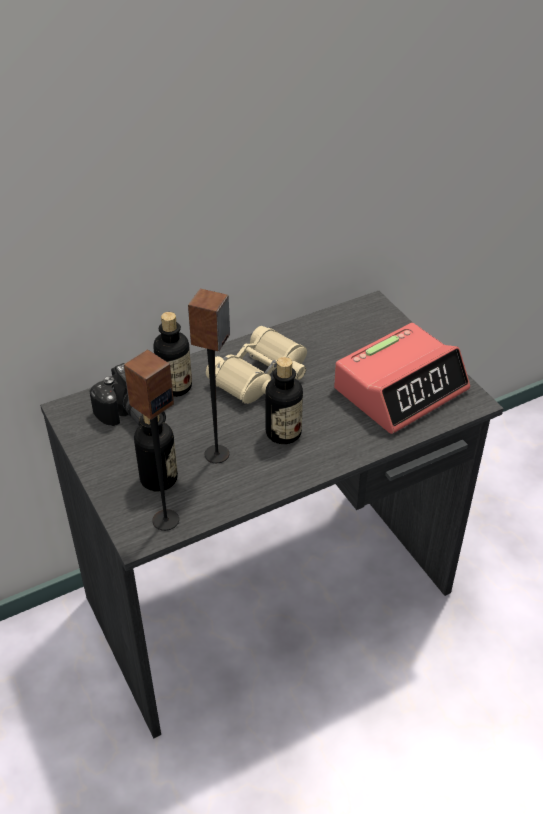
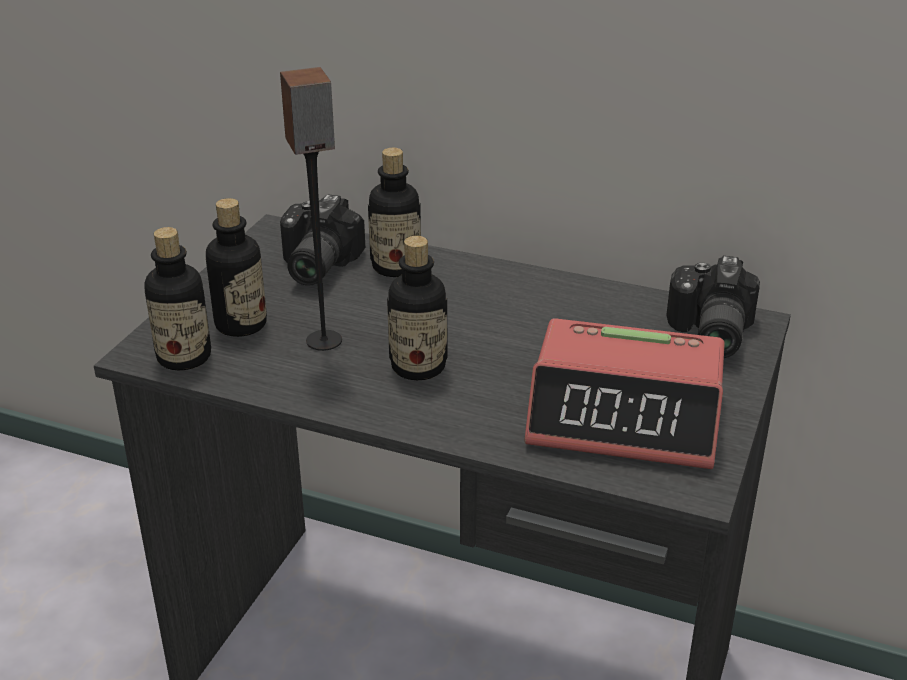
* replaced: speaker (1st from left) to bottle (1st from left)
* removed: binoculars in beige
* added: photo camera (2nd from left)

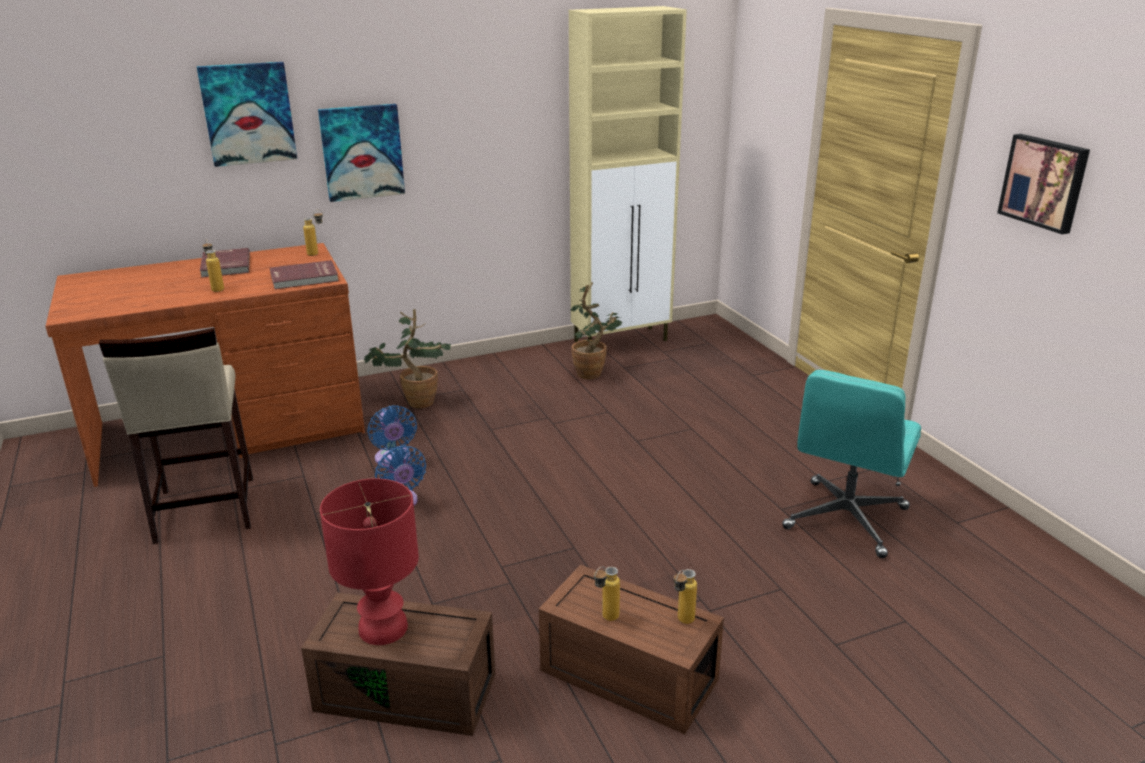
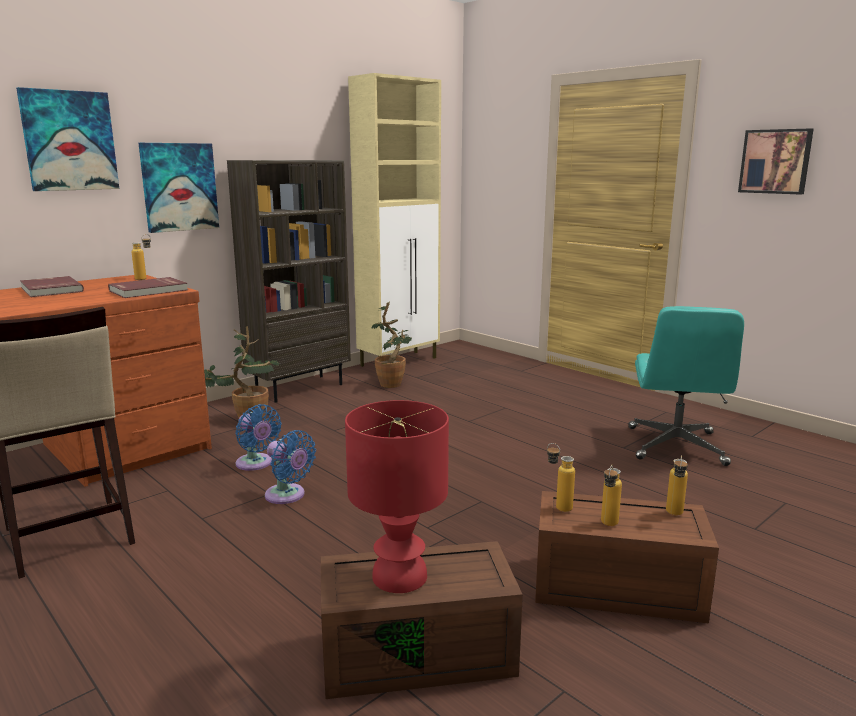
* moved: bottle (1st from left in the first image) to bottle (2nd from left)
* added: bookcase in brown

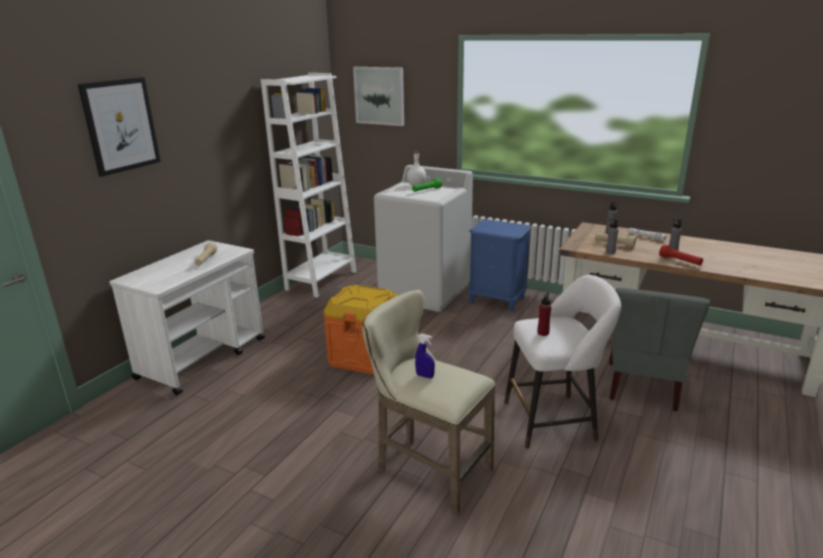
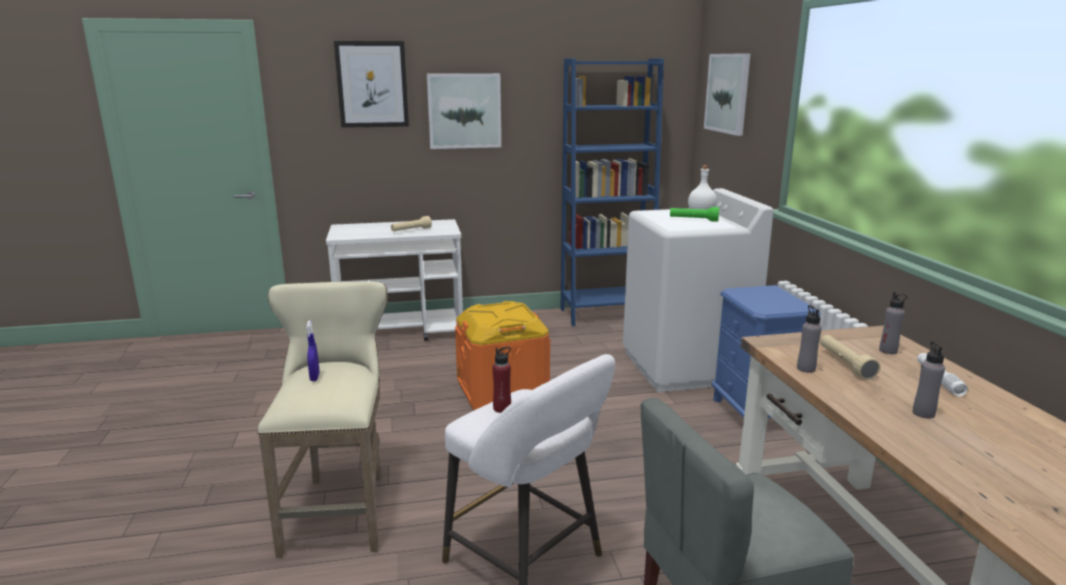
* recoloured: bookcase in white to bookcase in blue
* removed: flashlight in red
* added: picture (2nd from left)

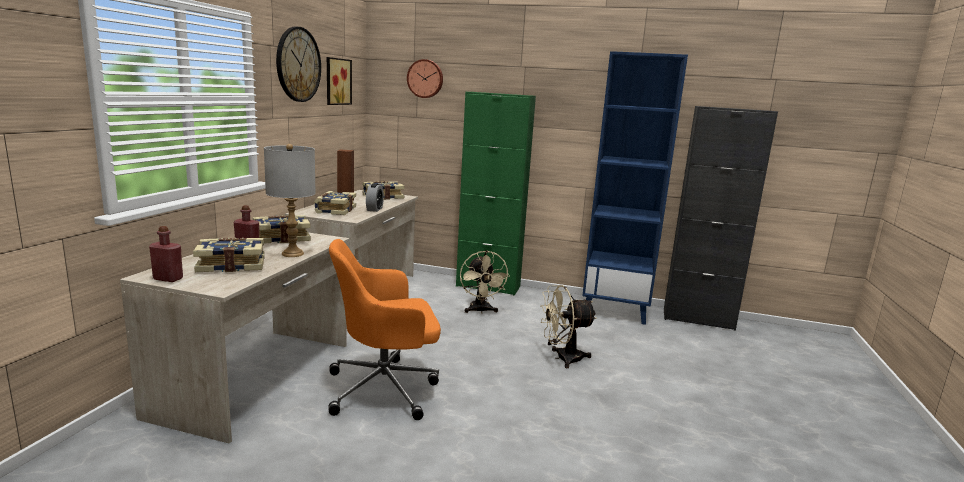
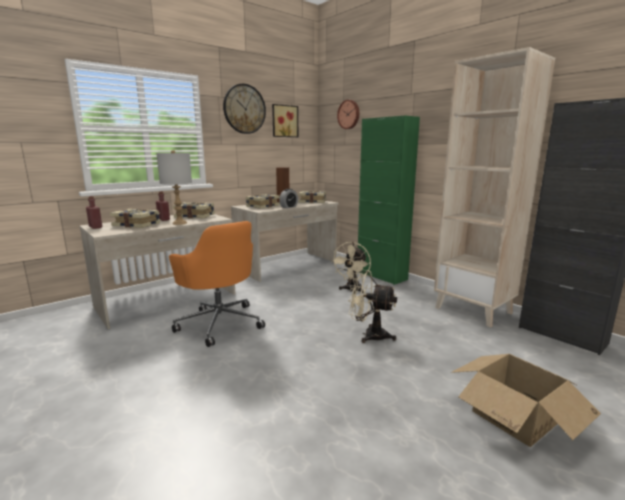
* turned: office chair in orange 150 degrees counterclockwise
* recoloured: bookcase in blue to bookcase in beige
* added: cardboard box

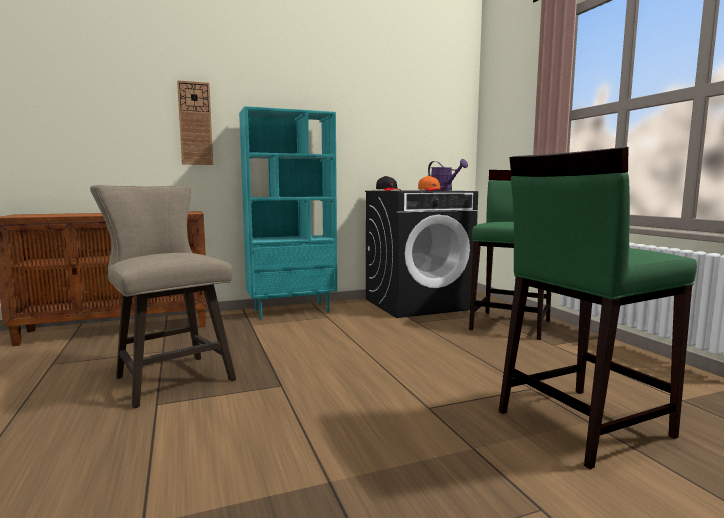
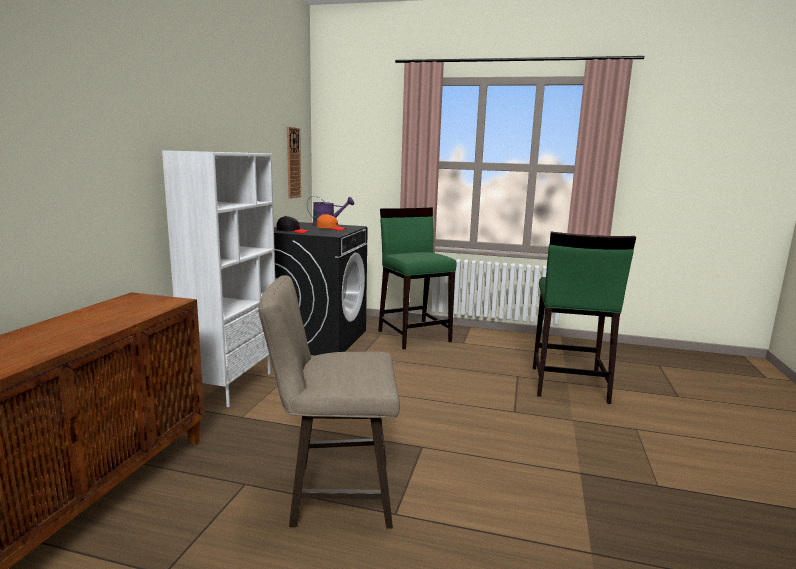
* moved: wall clock
* recoloured: bookcase in turquoise to bookcase in white

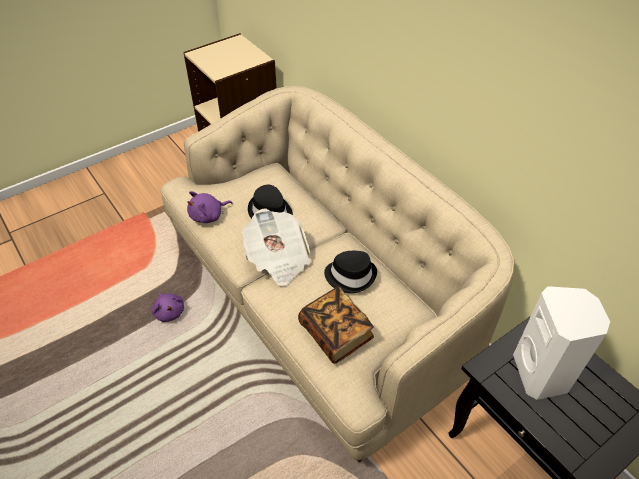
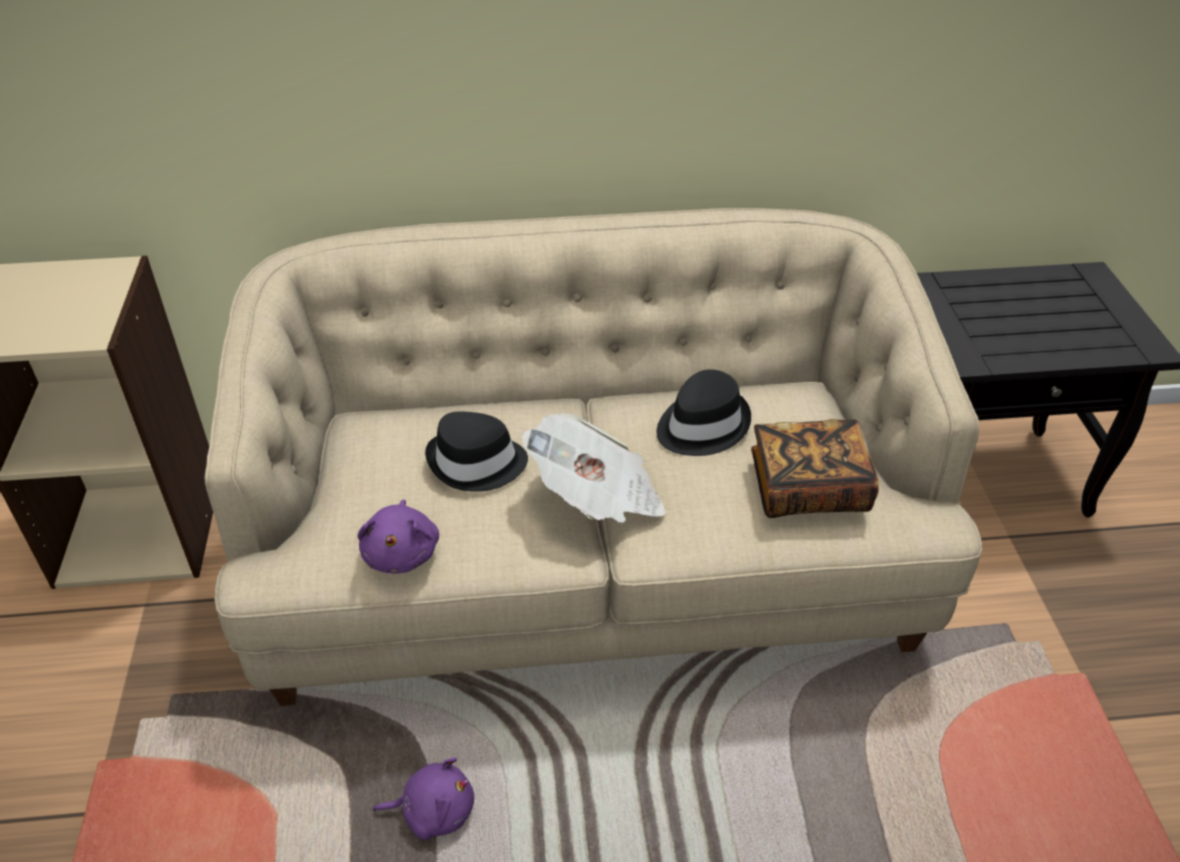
* removed: speaker in white

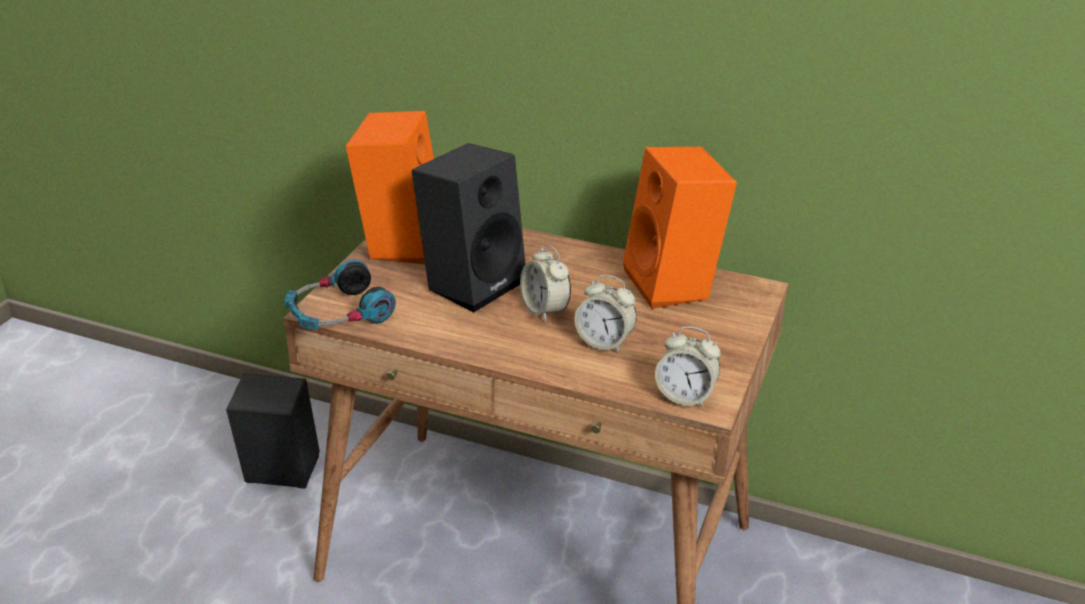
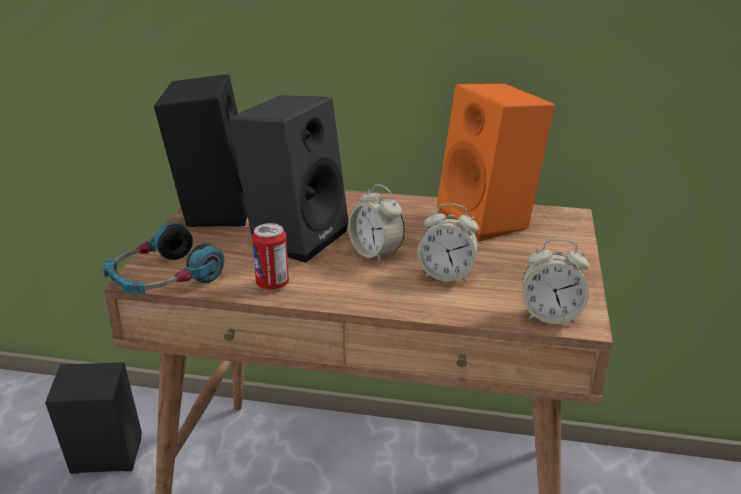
* recoloured: speaker in orange (1st from left) to speaker in black (2nd from left)
* added: can

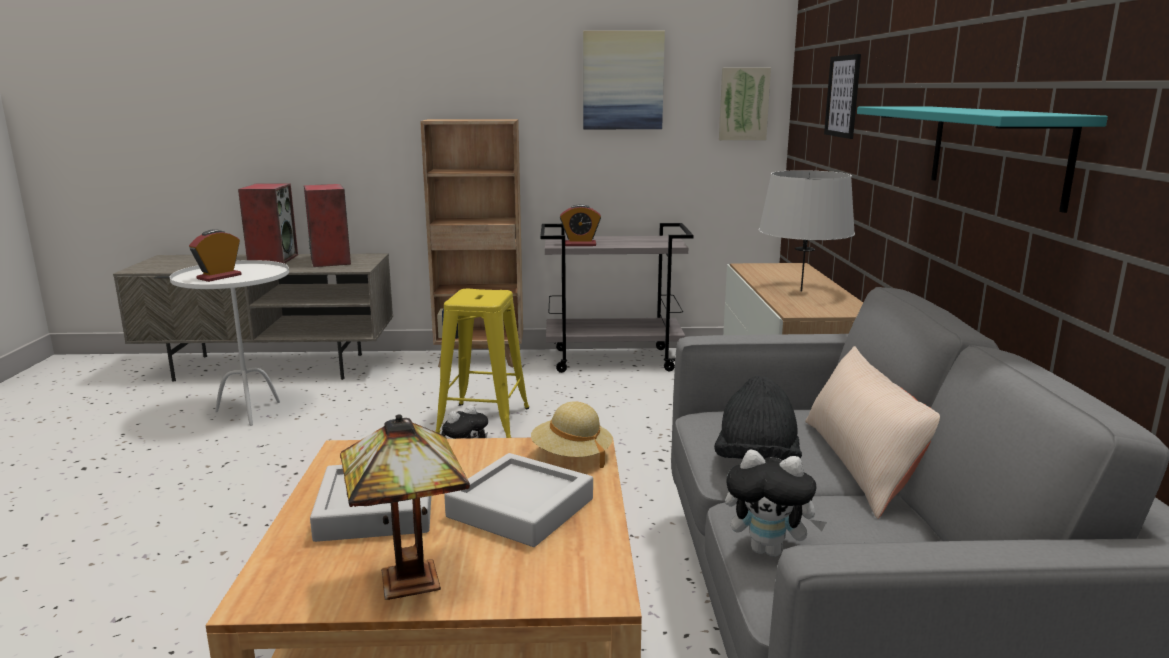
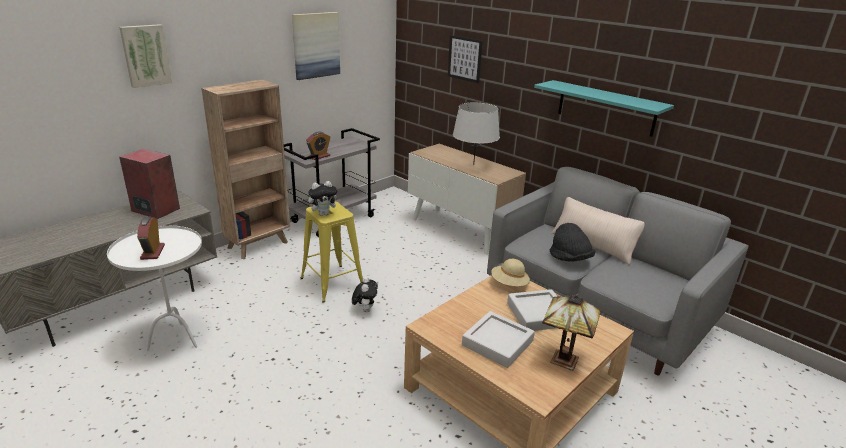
* removed: speaker (1st from left)
* moved: picture (2nd from left in the first image) to picture (1st from left)
* moved: plush toy (2nd from left in the first image) to plush toy (1st from left)

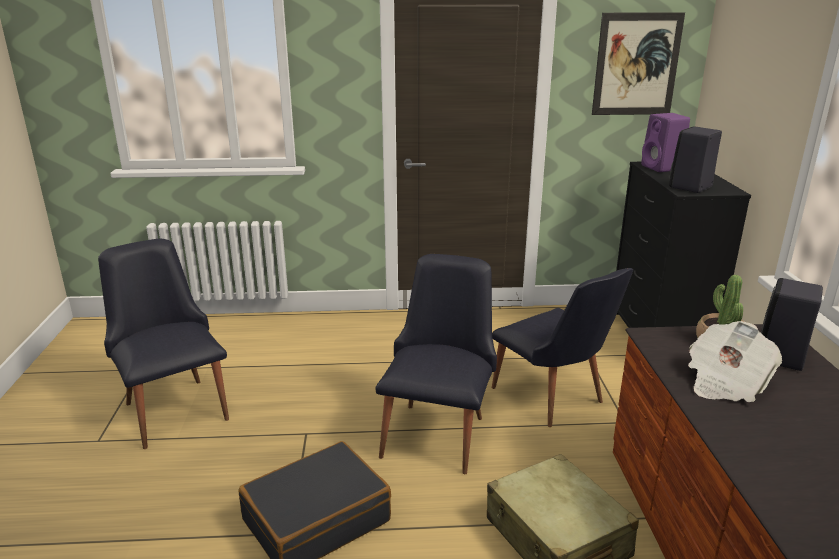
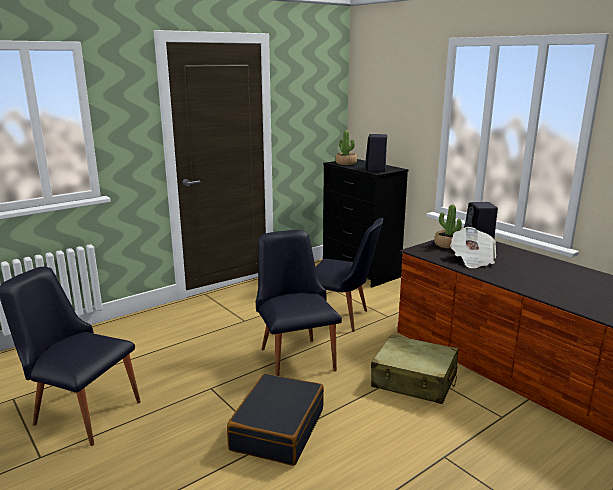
* removed: picture
* replaced: speaker in purple to potted plant (1st from left)

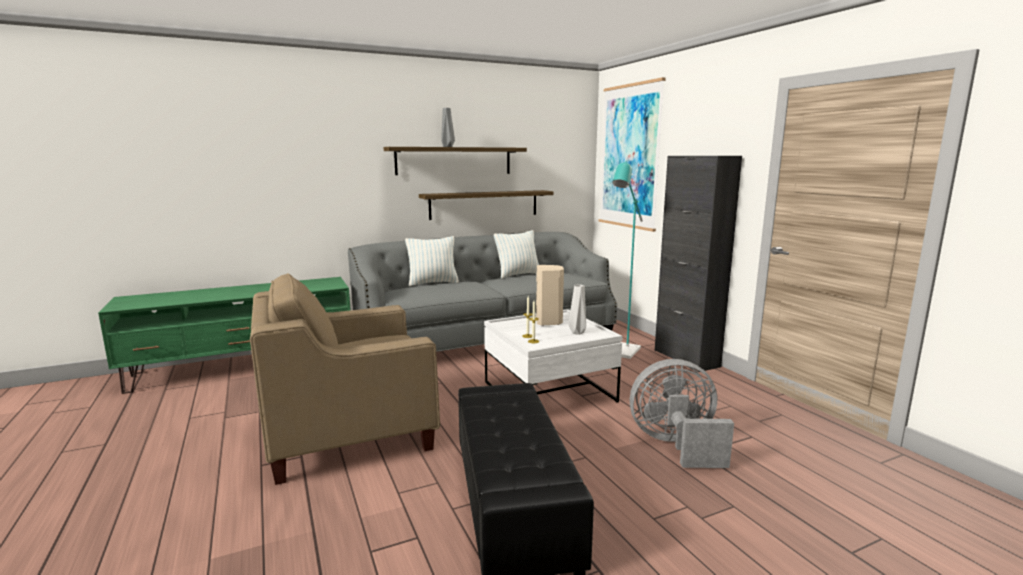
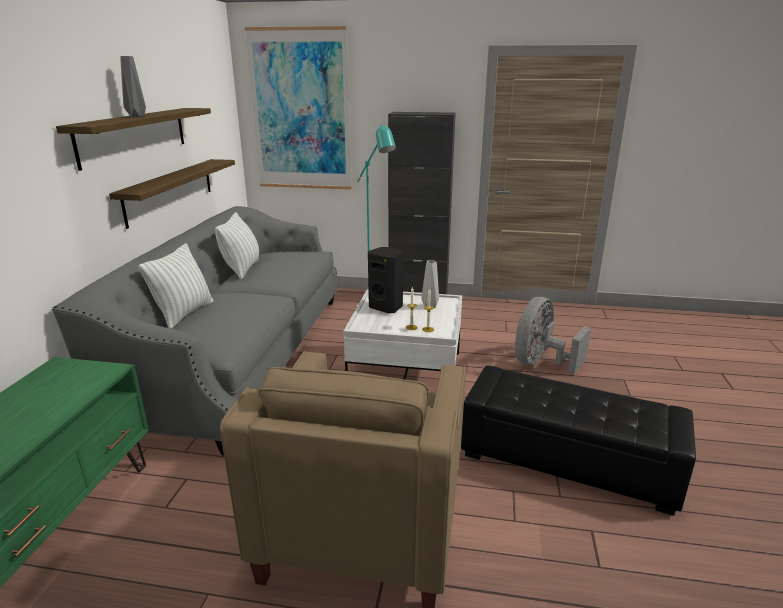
* recoloured: speaker in beige to speaker in black

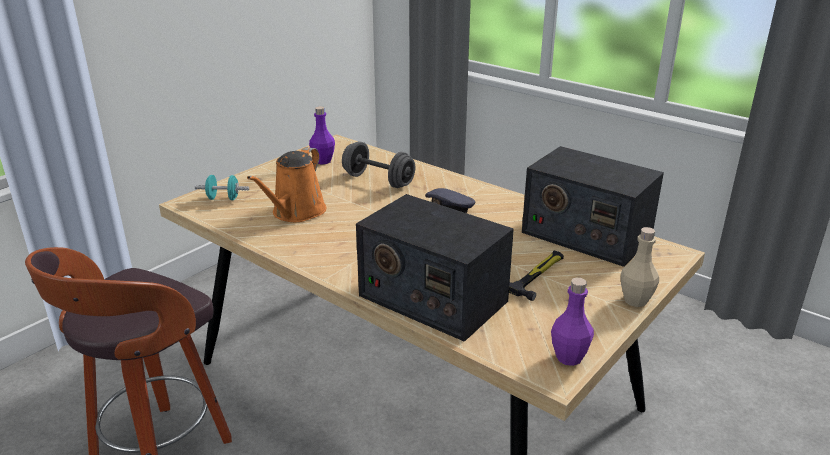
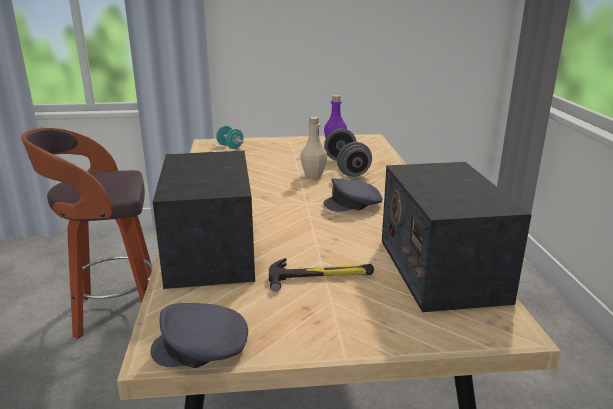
* removed: watering can in orange
* replaced: bottle in purple (2nd from left) to cap in grey (1st from left)
* moved: bottle in beige

